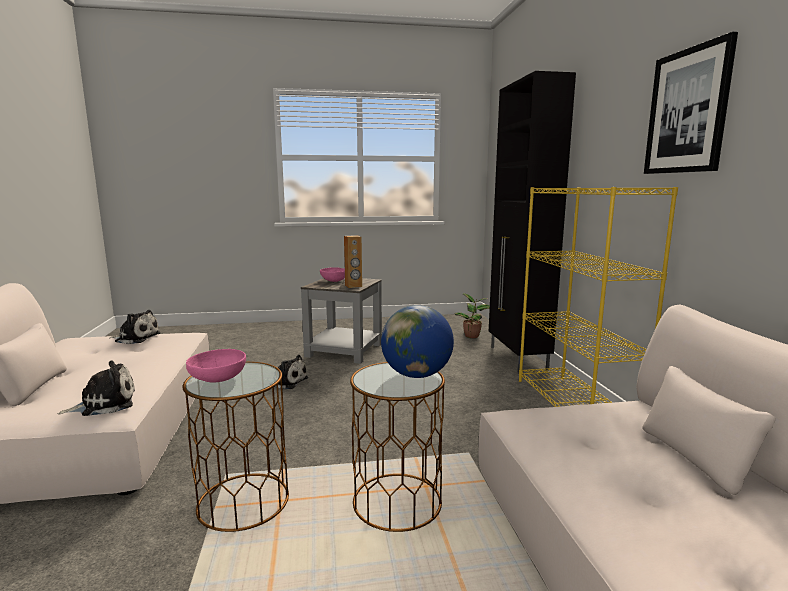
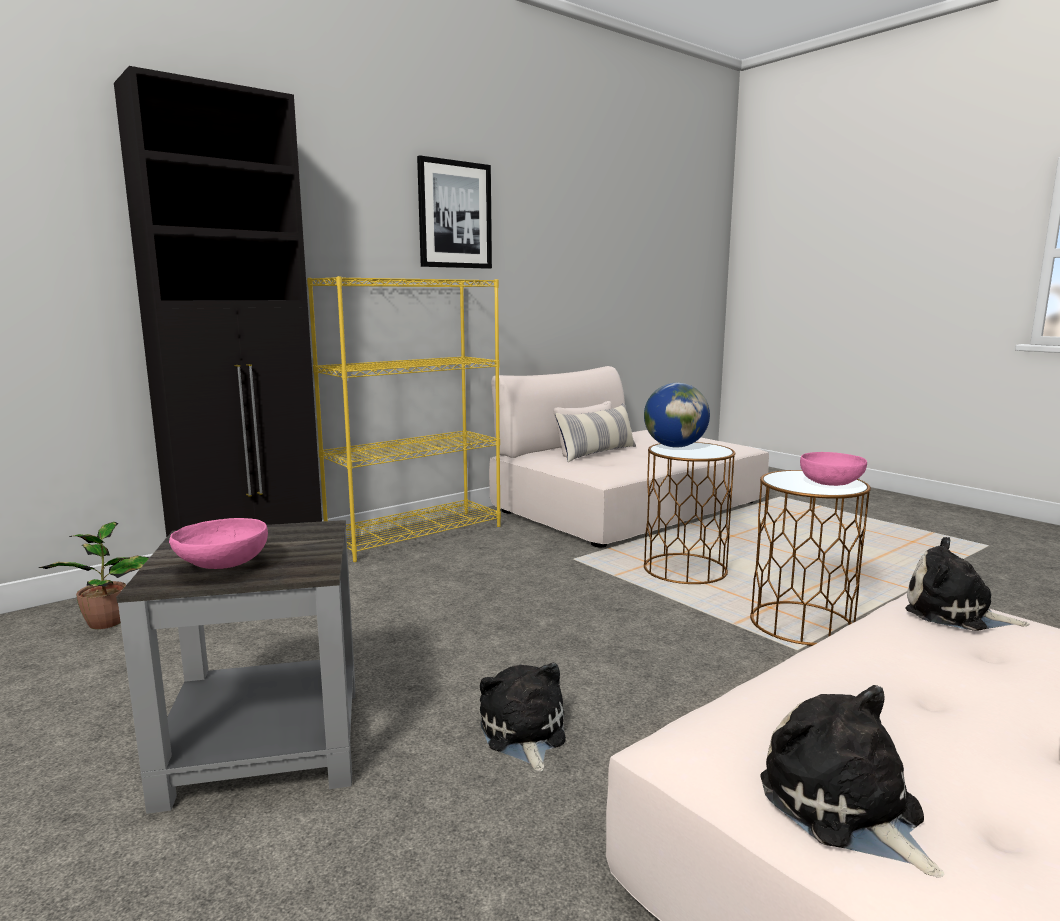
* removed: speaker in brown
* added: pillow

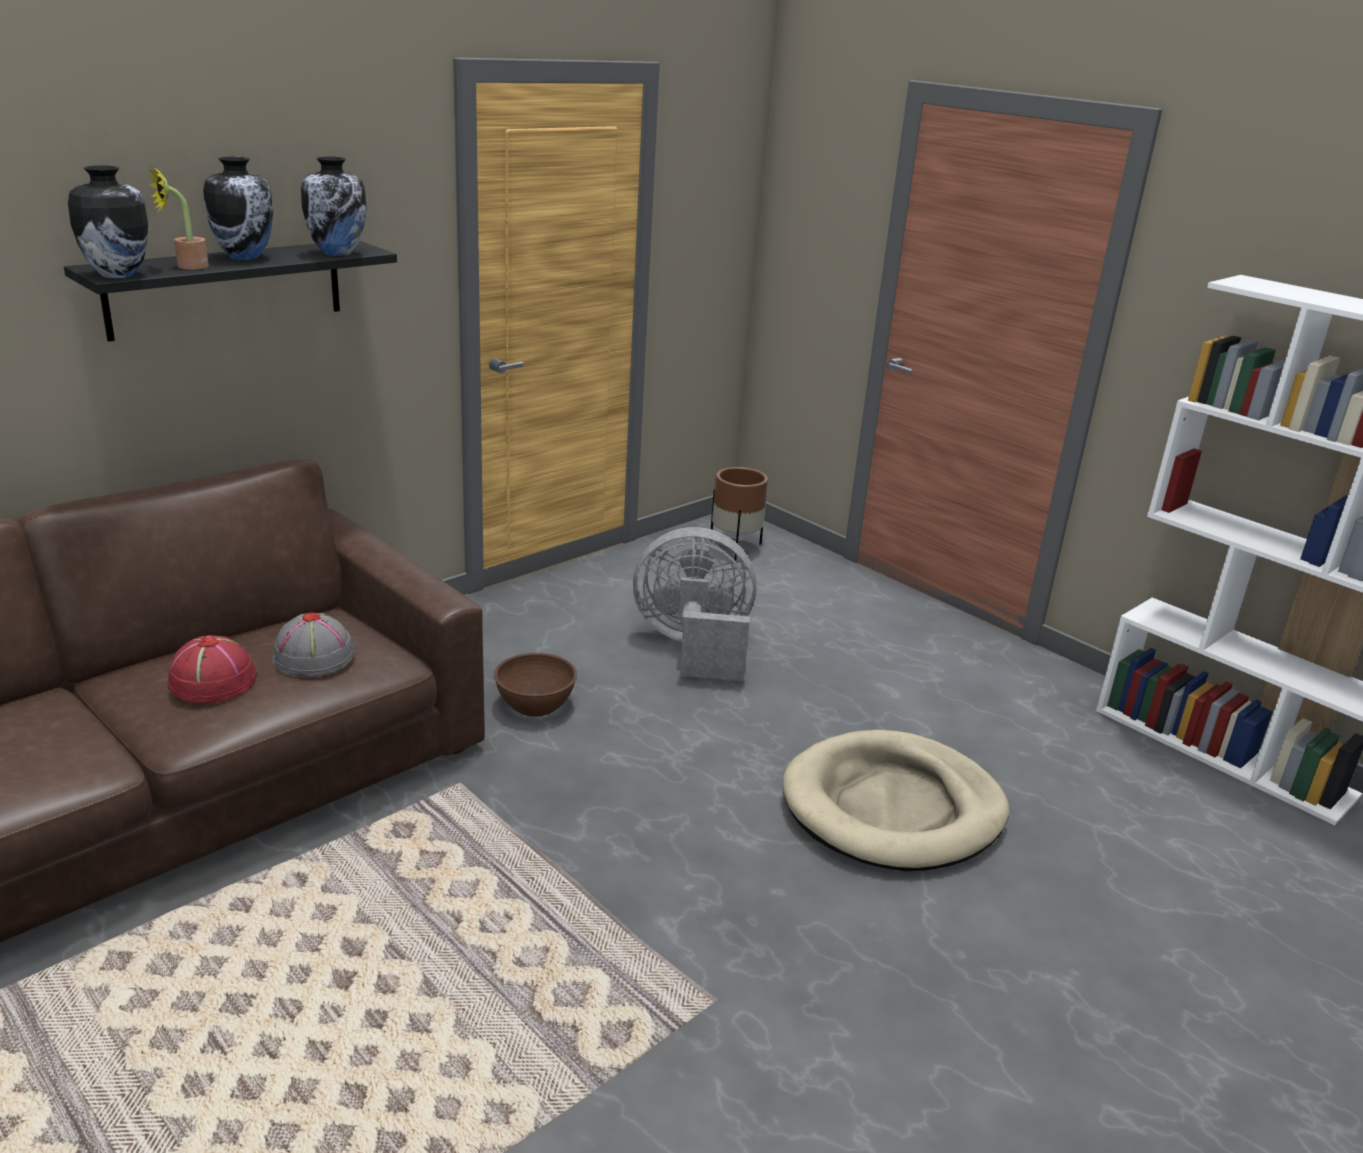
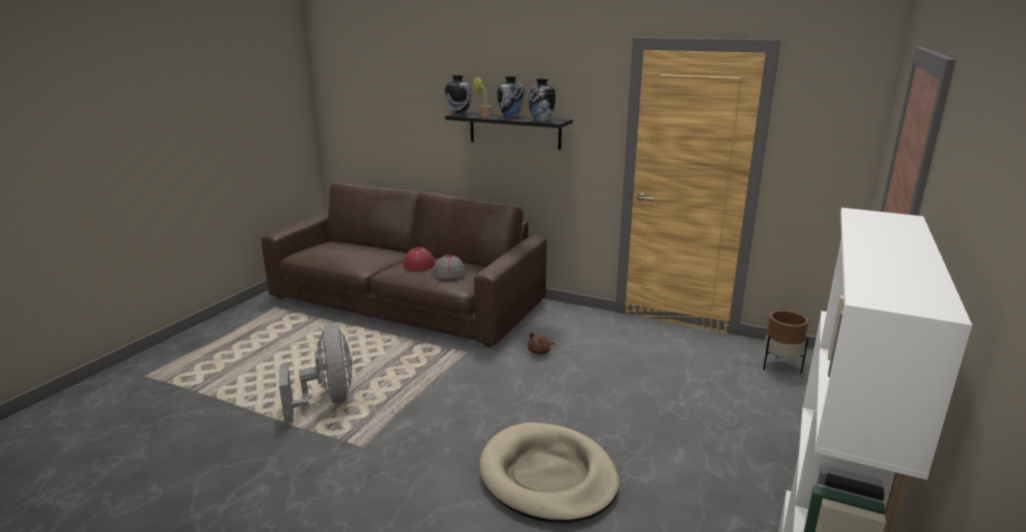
* replaced: bowl in brown to plush toy in brown
* moved: fan in grey

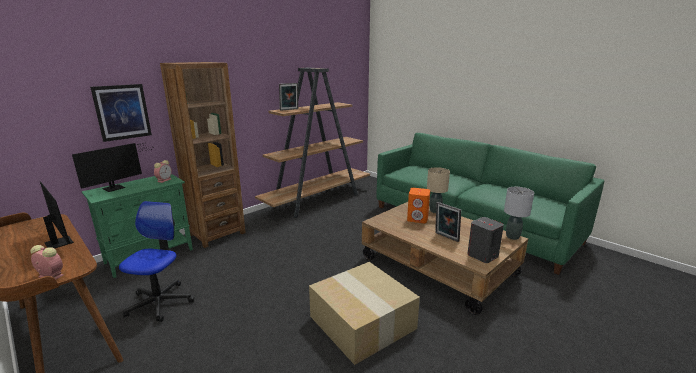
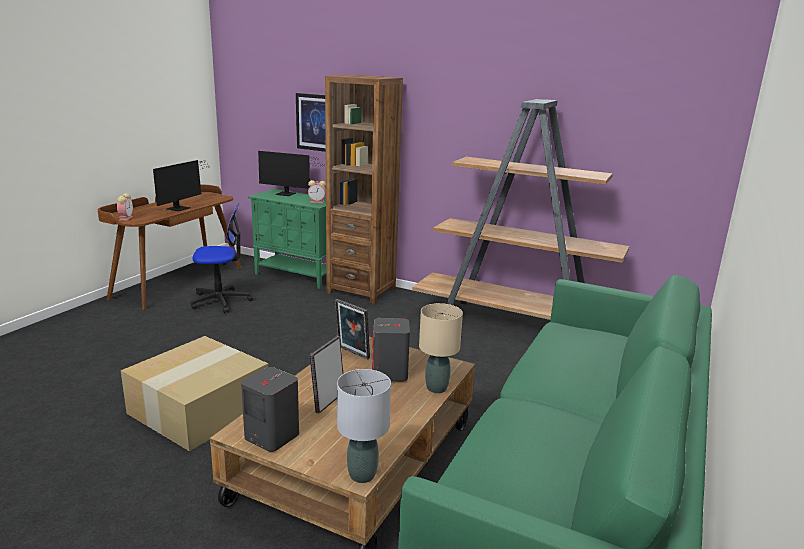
* moved: picture frame (1st from left in the first image) to picture frame (2nd from left)
* recoloured: speaker in orange to speaker in grey (2nd from left)

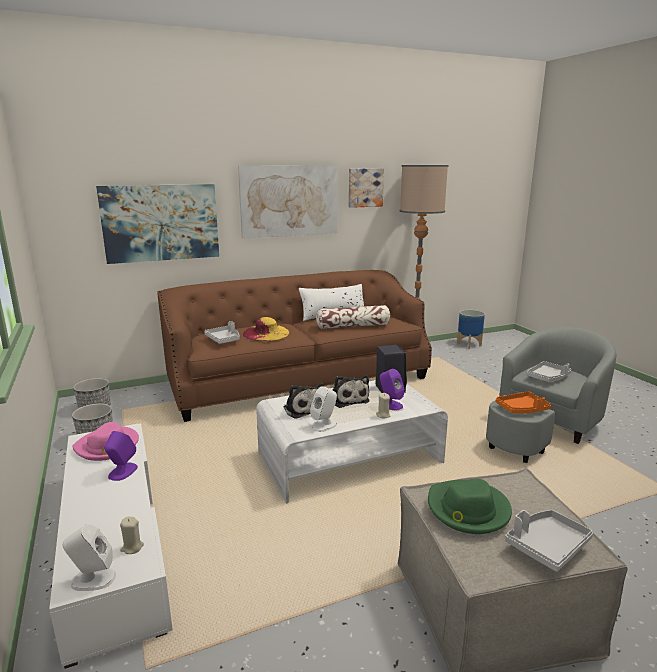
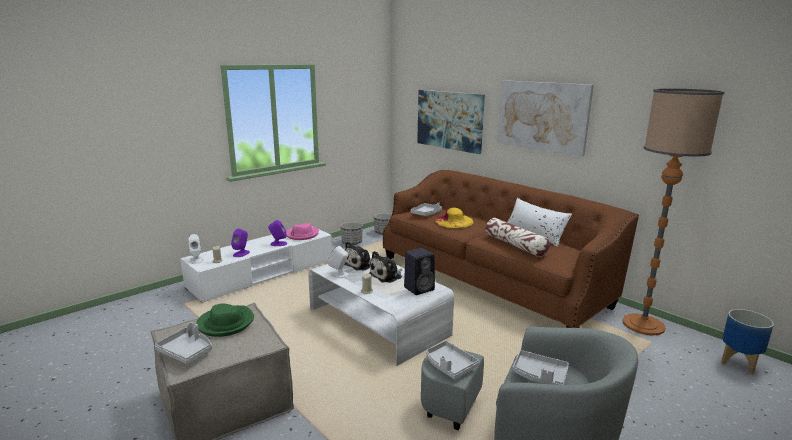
* removed: picture (3rd from left)
* moved: speaker in purple (2nd from left in the first image) to speaker in purple (1st from left)
* recoloured: tray in orange to tray in grey (3rd from left)

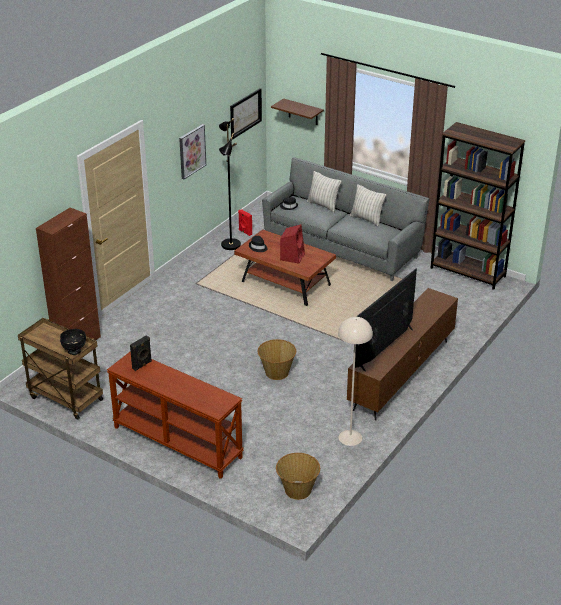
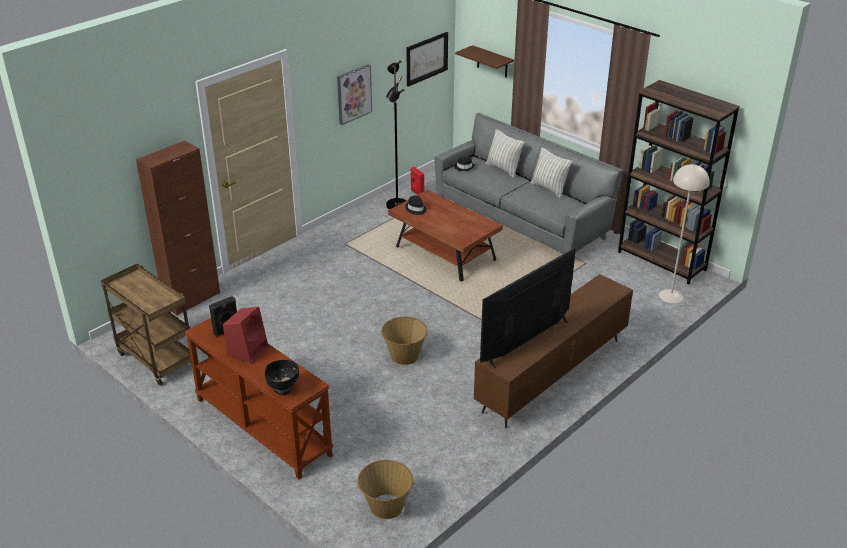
* moved: bowl in black
* moved: speaker in red (2nd from left in the first image) to speaker in red (1st from left)
* moved: floor lamp in beige

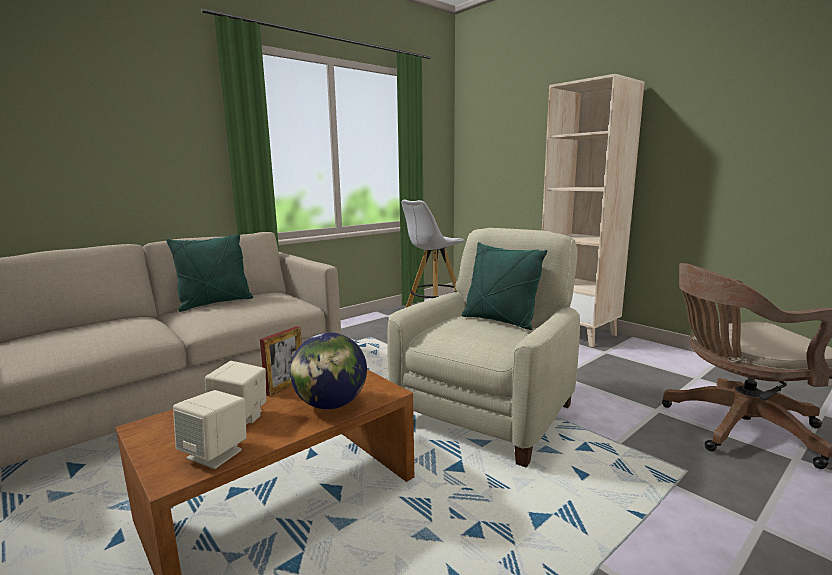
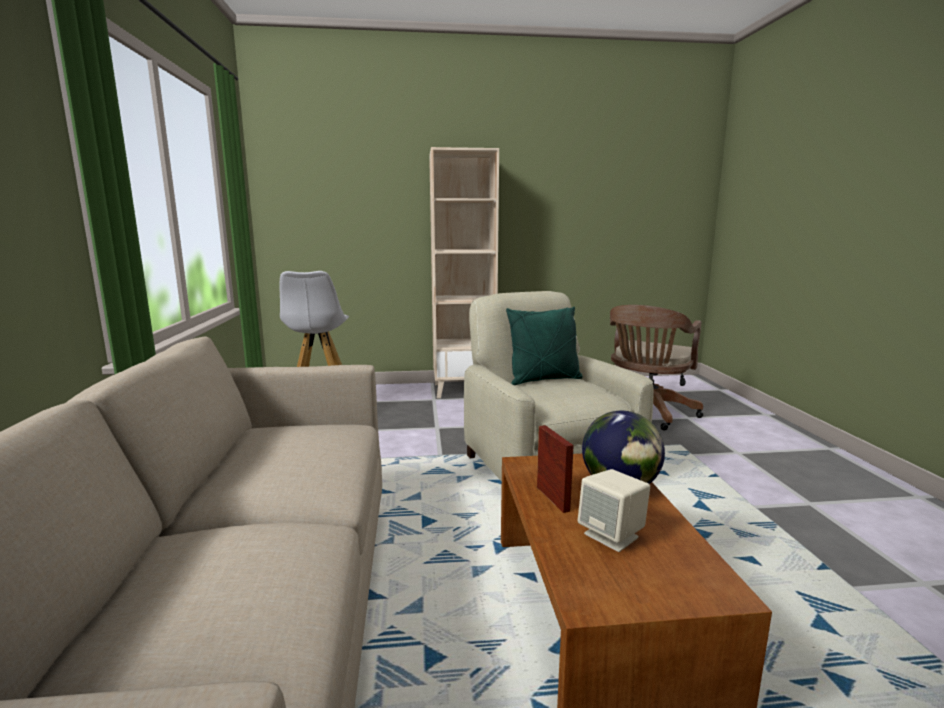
* removed: pillow in green (1st from left)
* removed: speaker in beige (1st from left)

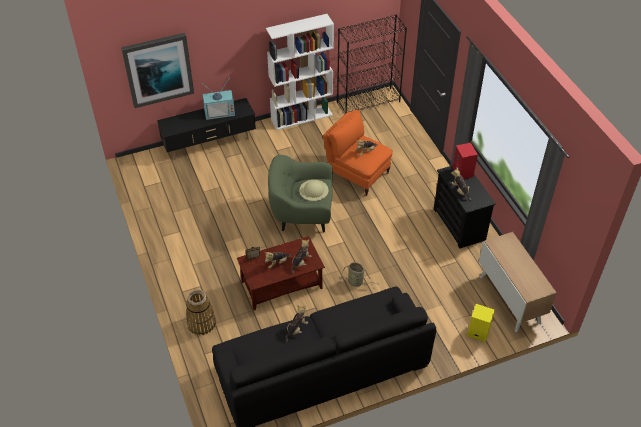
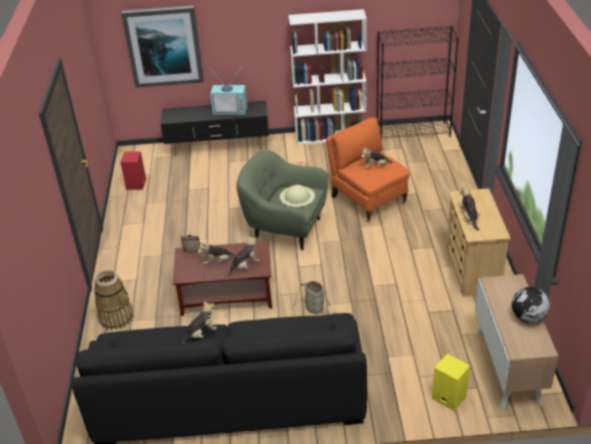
* recoloured: dresser in black to dresser in beige
* moved: speaker in red
* added: globe

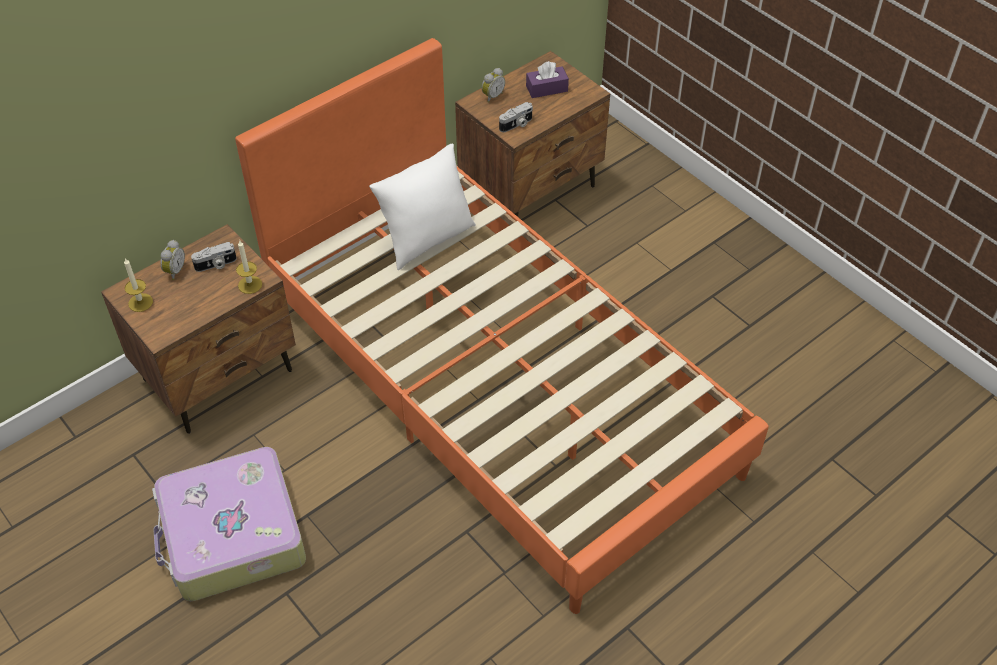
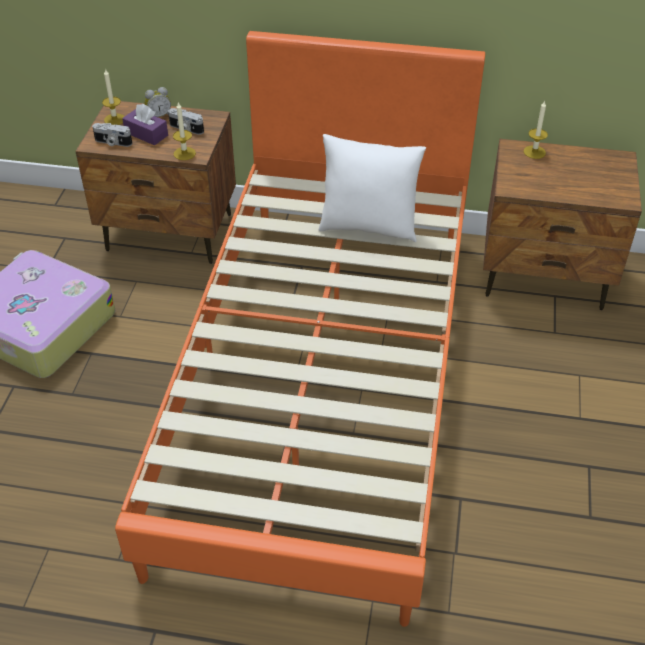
* replaced: alarm clock (2nd from left) to candle (3rd from left)
* moved: photo camera (2nd from left in the first image) to photo camera (1st from left)
* moved: tissue box in purple

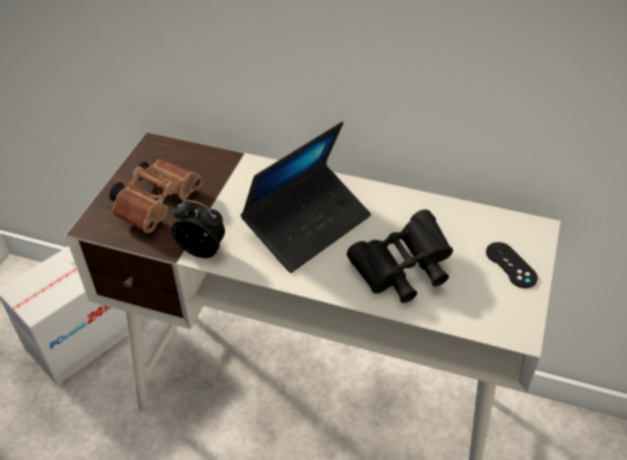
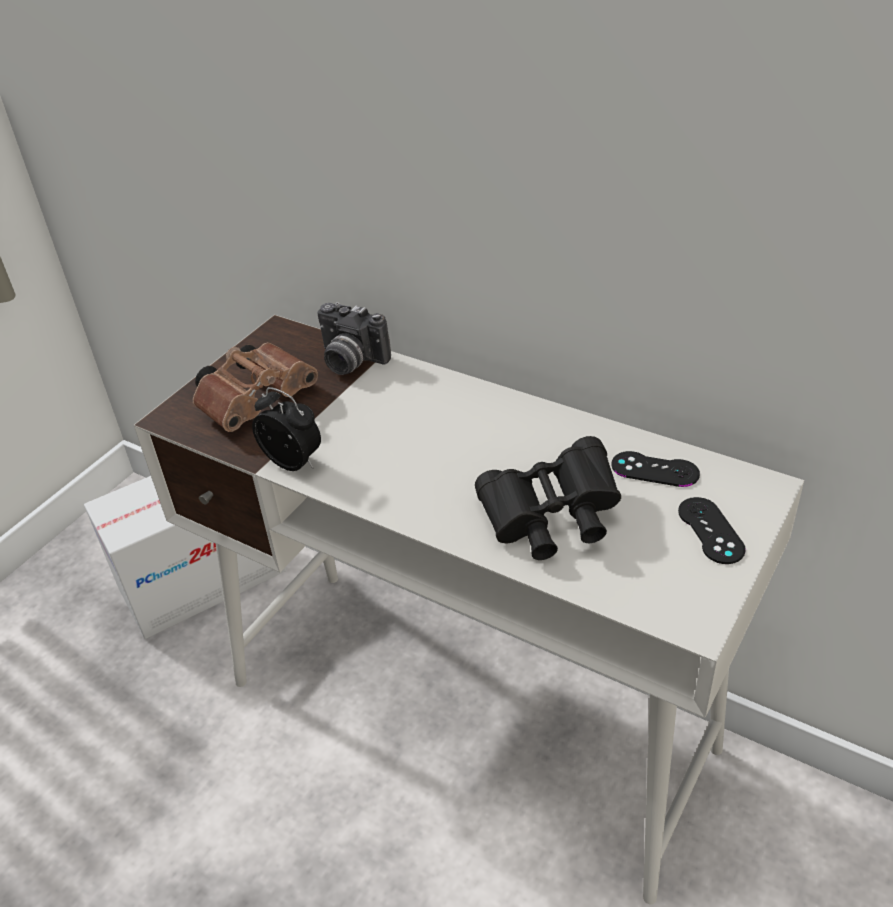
* removed: laptop
* added: photo camera
* added: game controller in black (1st from left)

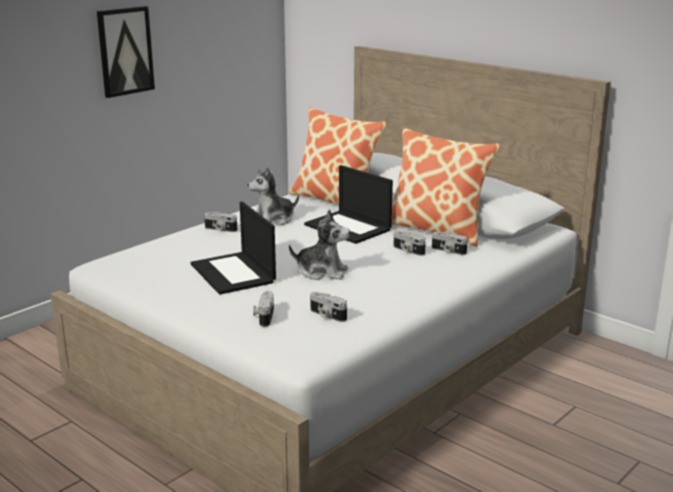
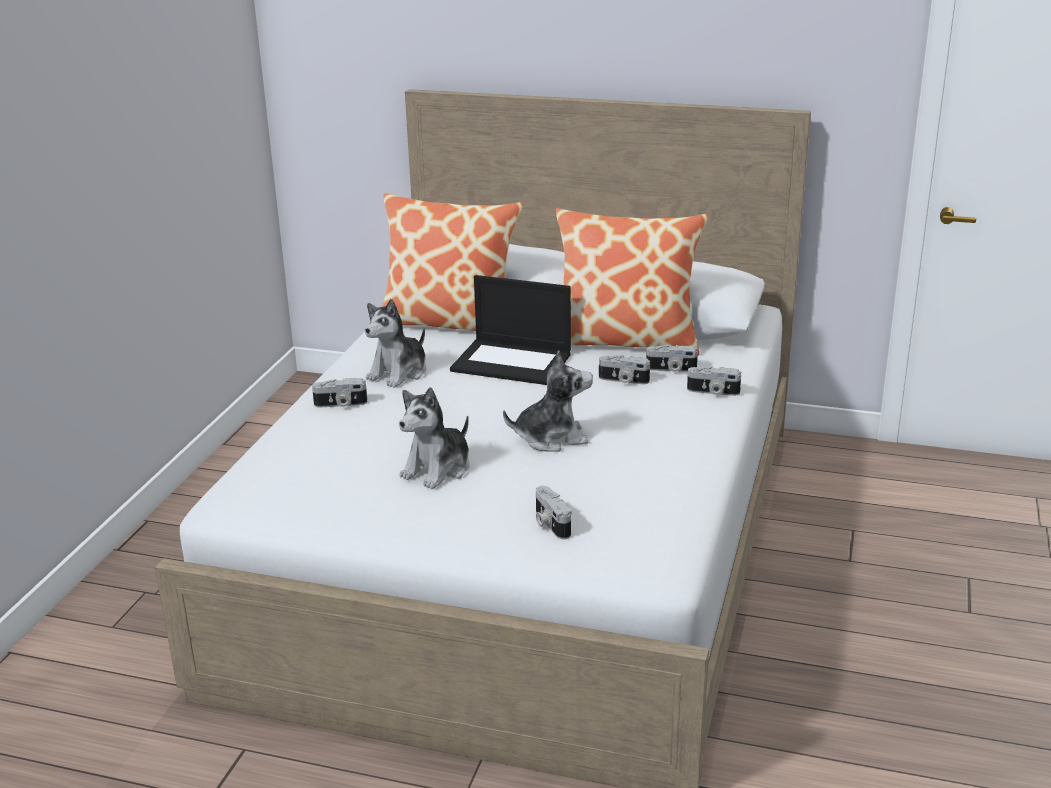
* removed: picture
* replaced: laptop (1st from left) to plush toy (2nd from left)
* moved: photo camera (3rd from left in the first image) to photo camera (5th from left)

